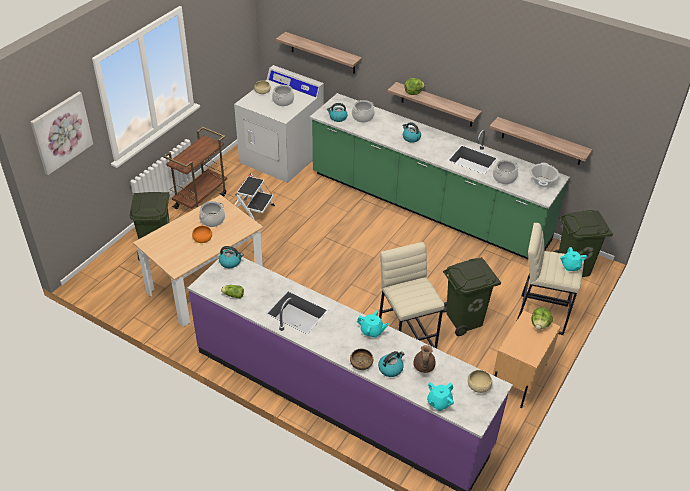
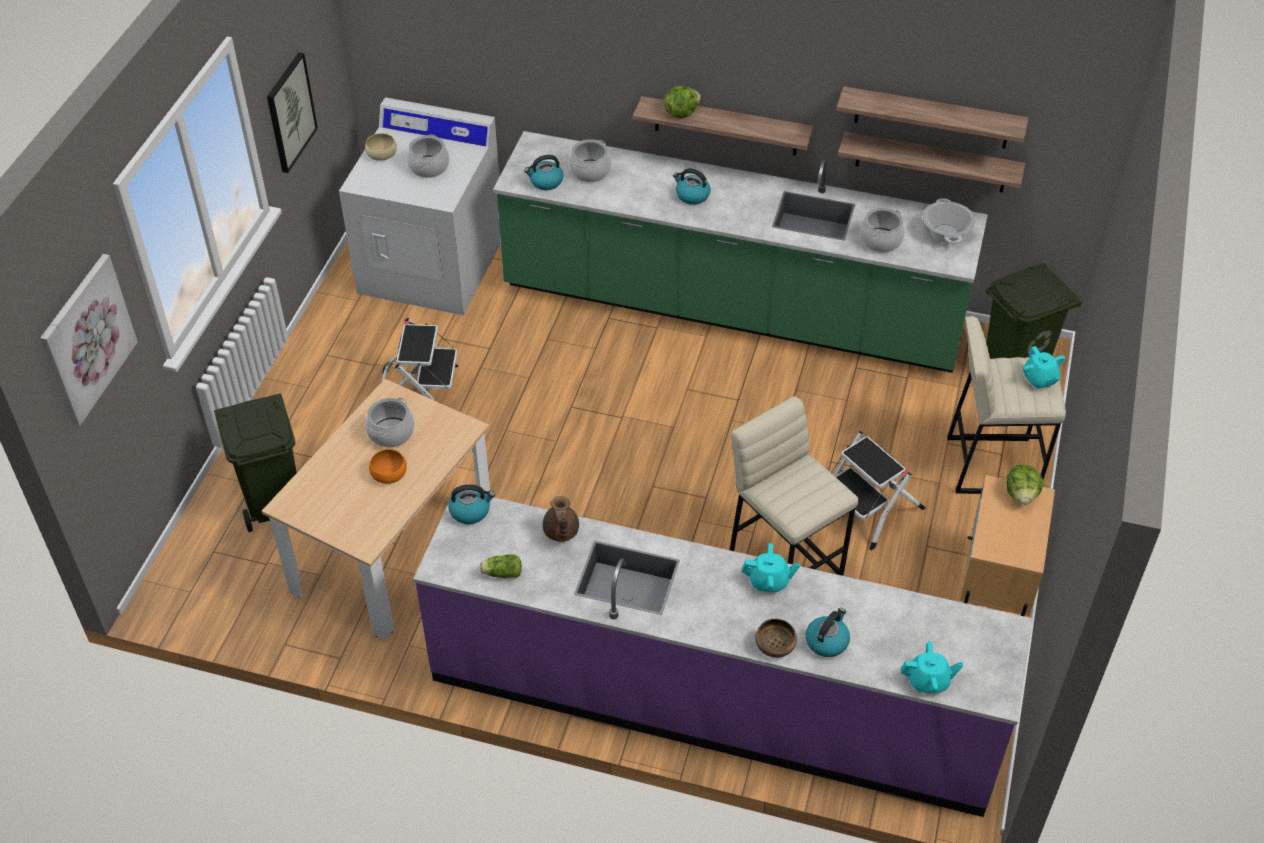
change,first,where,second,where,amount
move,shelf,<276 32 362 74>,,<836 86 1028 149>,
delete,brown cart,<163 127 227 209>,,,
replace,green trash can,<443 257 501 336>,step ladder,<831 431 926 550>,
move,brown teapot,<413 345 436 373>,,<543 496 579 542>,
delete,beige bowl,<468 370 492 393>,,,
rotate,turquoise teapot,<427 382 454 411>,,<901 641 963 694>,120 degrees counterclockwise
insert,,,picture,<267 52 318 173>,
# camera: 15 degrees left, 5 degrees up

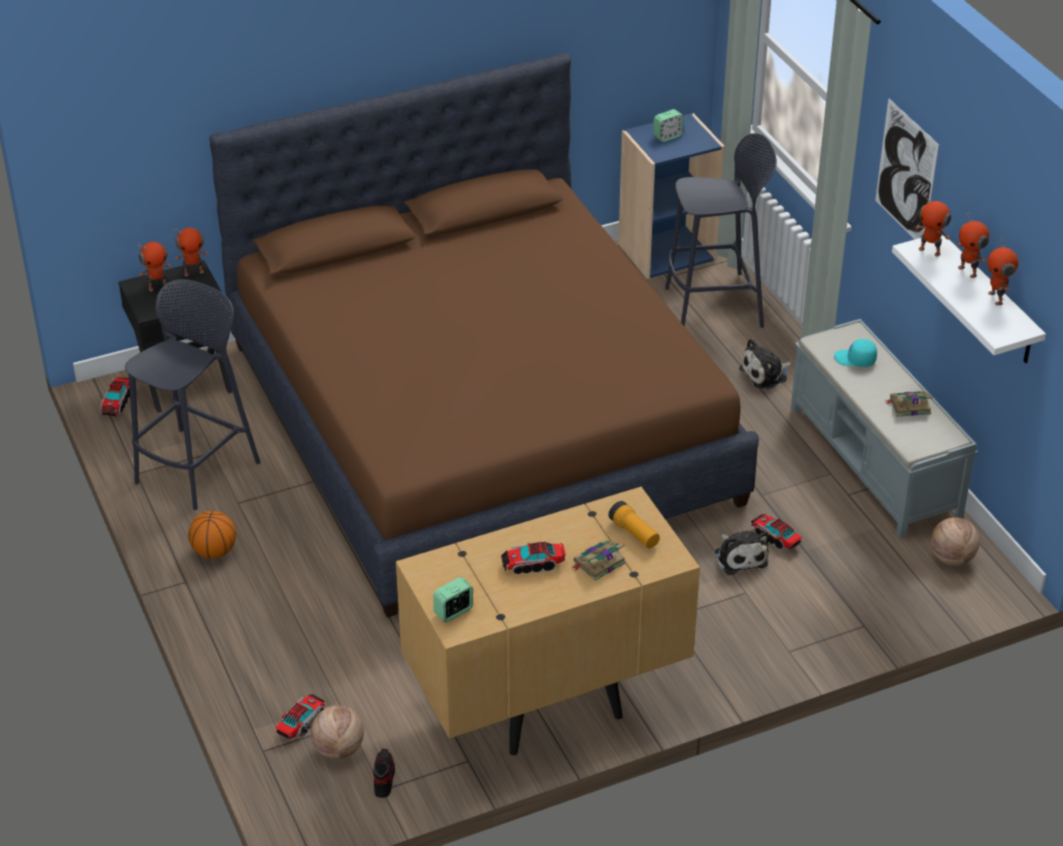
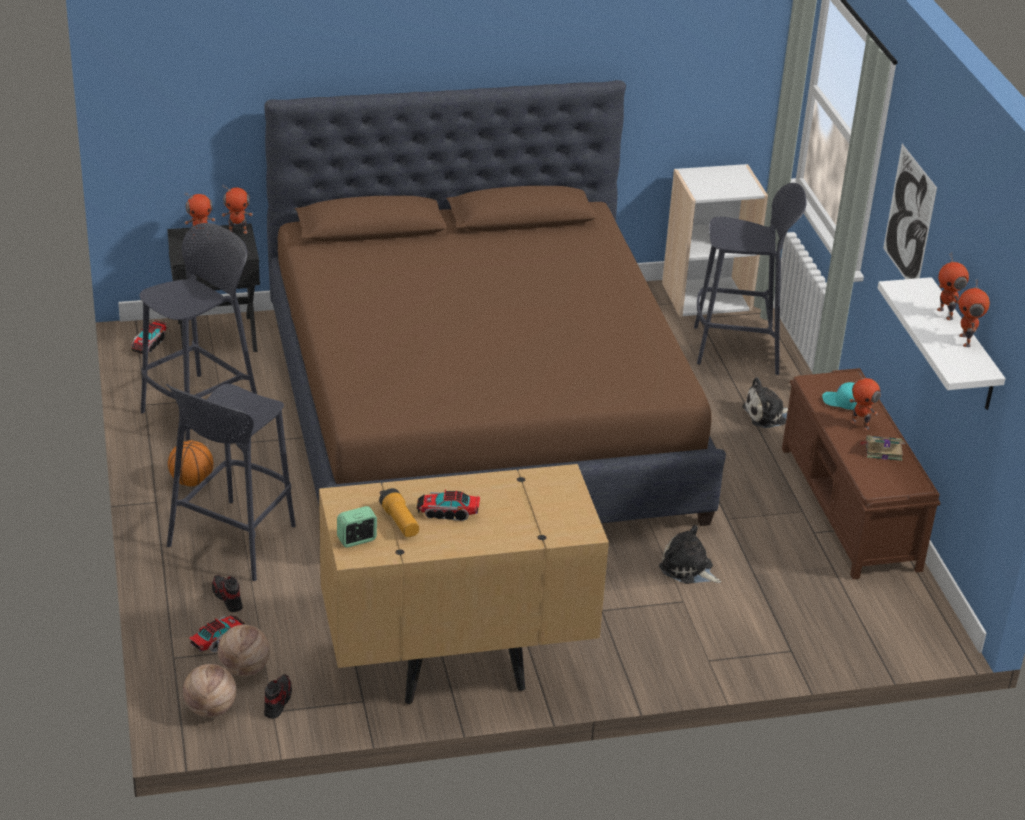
change,first,where,second,where,amount
delete,alarm clock,<653 109 684 142>,,,
recolor,blue bookcase,<618 113 725 279>,white bookcase,<662 164 768 317>,
move,toy robot,<916 193 951 257>,,<849 370 881 431>,
recolor,grey bench,<791 319 978 538>,brown bench,<782 368 940 579>,
move,flashlight,<609 501 660 548>,,<379 488 419 537>,
delete,toy truck,<751 514 802 550>,,,
move,basketball,<931 517 980 566>,,<183 664 237 717>,
rotate,plush toy,<715 531 769 575>,,<659 525 721 584>,135 degrees clockwise
delete,book,<572 539 626 581>,,,
insert,,,grey stool,<166 384 296 581>,
insert,,,shoe,<212 575 243 612>,
# camera: 10 degrees right, 5 degrees down

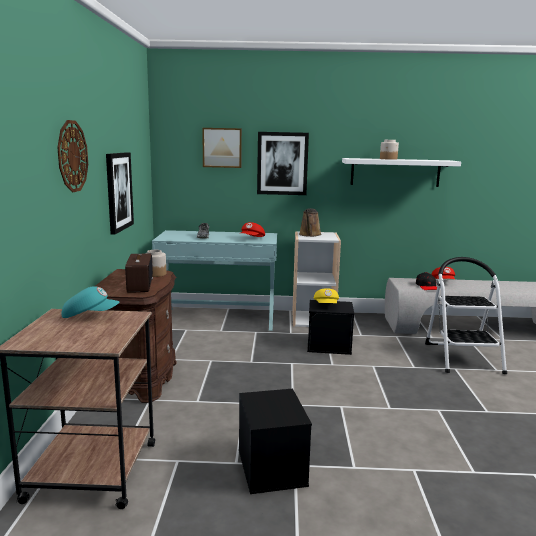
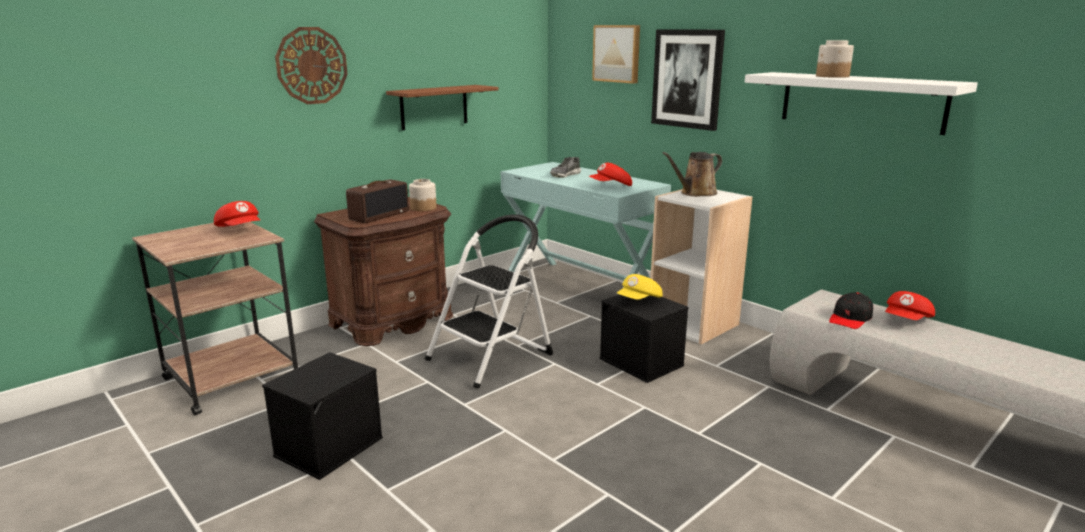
change,first,where,second,where,amount
replace,picture,<106 152 134 235>,shelf,<386 85 499 130>,
move,step ladder,<425 257 507 374>,,<425 214 553 388>,
recolor,turquoise cap,<62 286 119 318>,red cap,<214 201 261 227>,
# camera: 45 degrees right, 5 degrees up

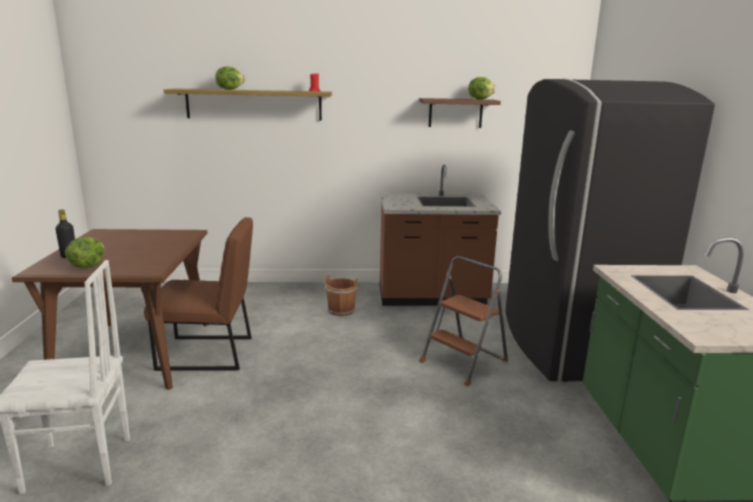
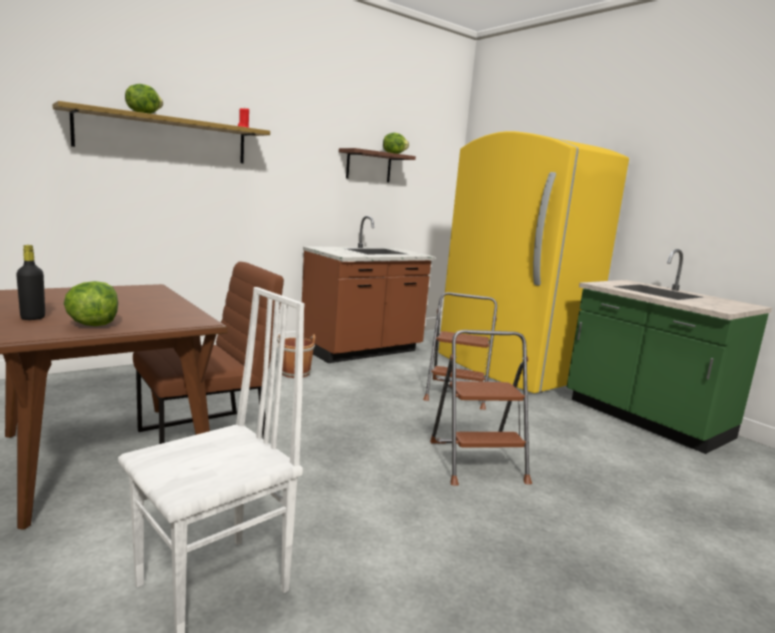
change,first,where,second,where,amount
recolor,black fridge,<505 79 715 382>,yellow fridge,<438 131 629 393>,
insert,,,brown step ladder,<430 330 532 486>,
# camera: 35 degrees left, 5 degrees down

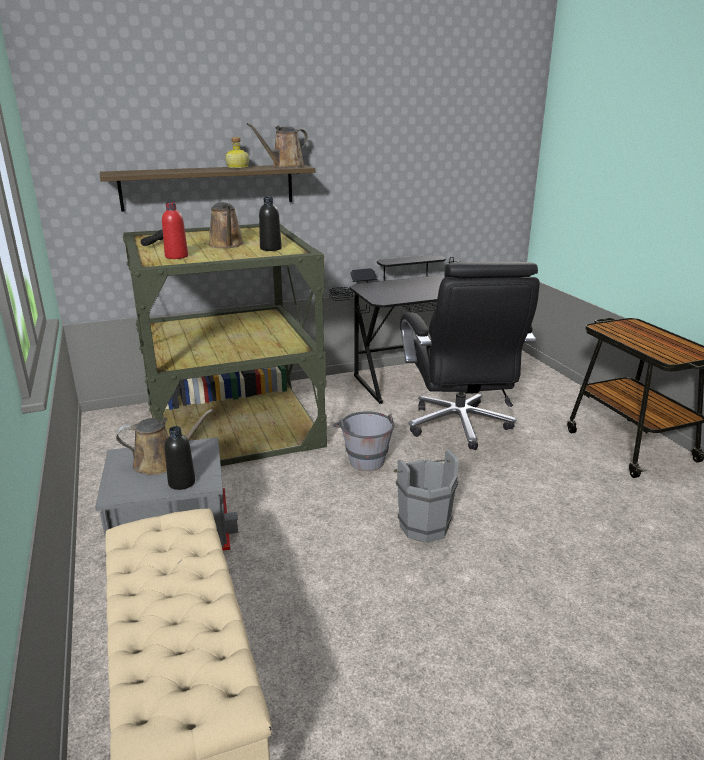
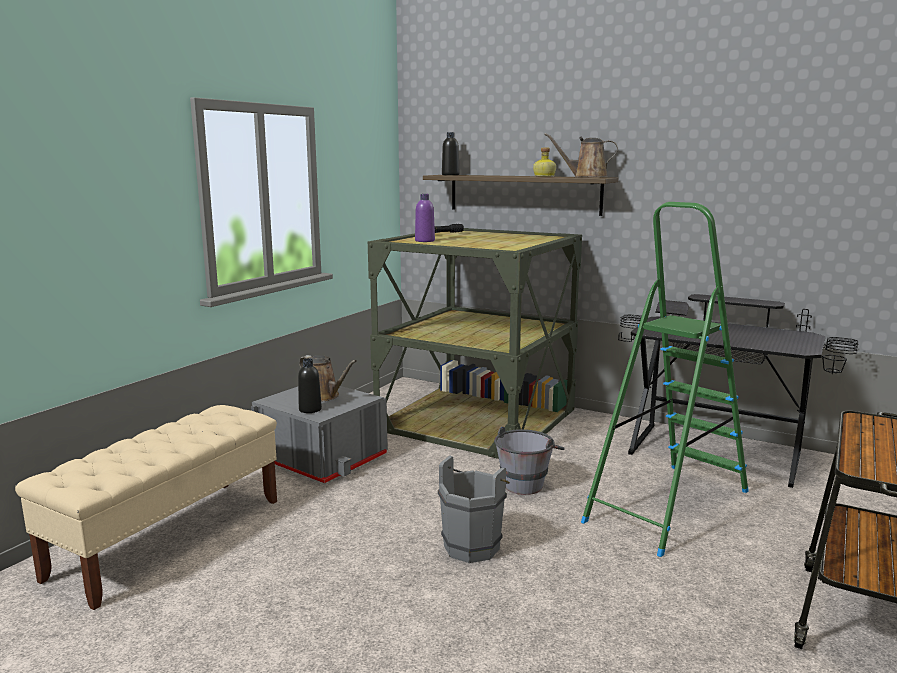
change,first,where,second,where,amount
move,black bottle,<259 197 282 251>,,<442 132 459 175>,
recolor,red bottle,<162 202 188 259>,purple bottle,<415 194 435 242>,
delete,brown watering can,<208 202 244 248>,,,
replace,black office chair,<400 262 540 450>,green step ladder,<581 202 749 557>,
# camera: 50 degrees right, 10 degrees down

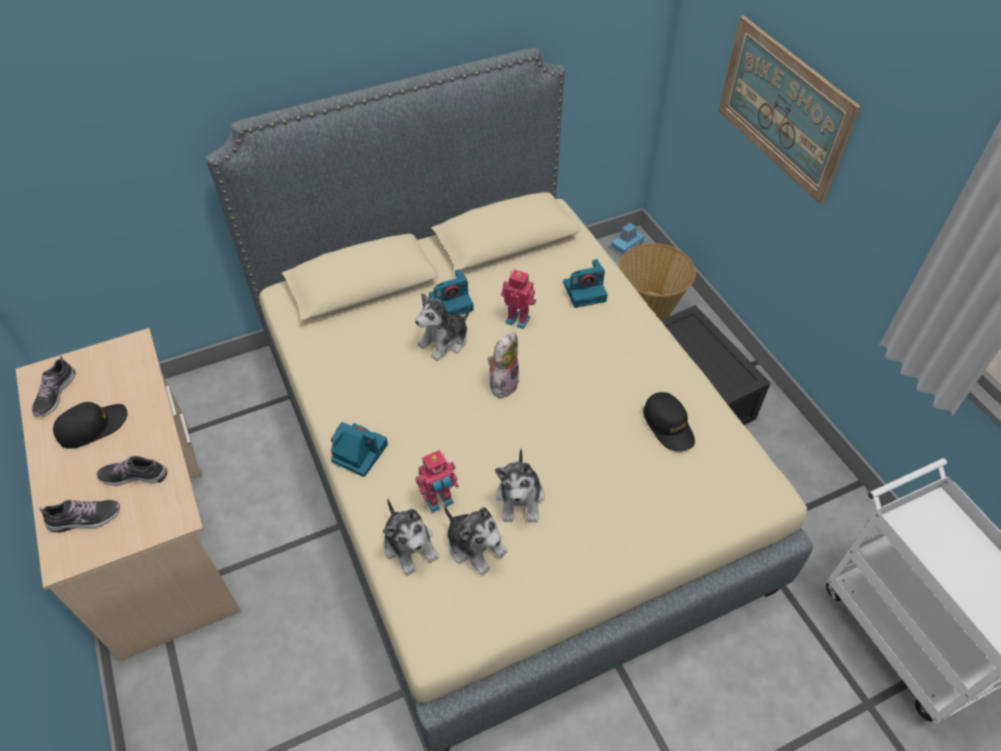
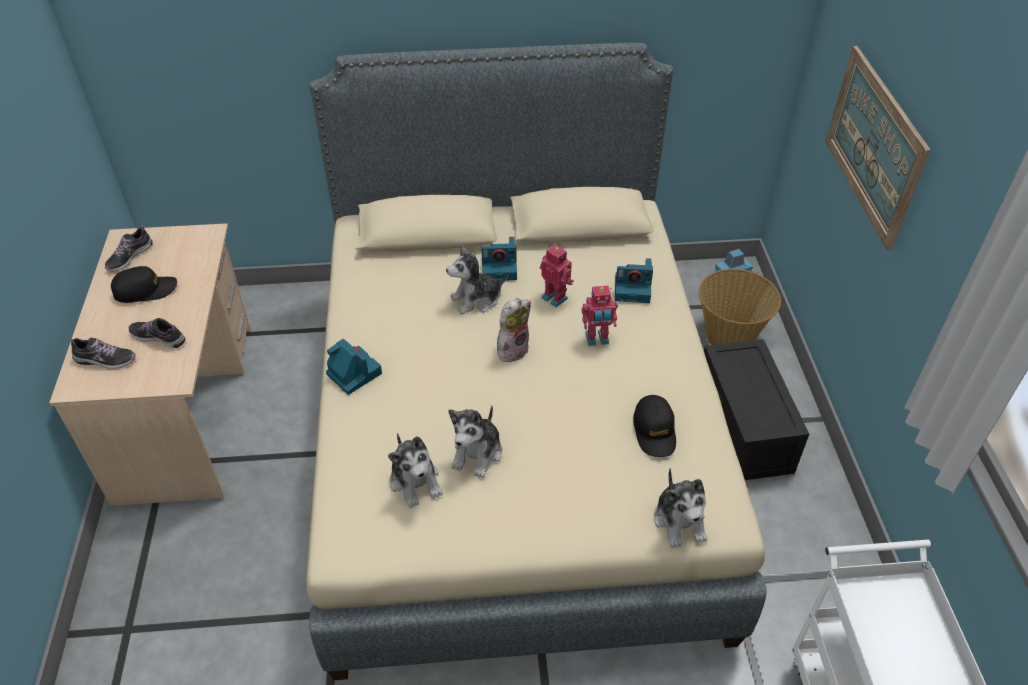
change,first,where,second,where,amount
move,toy robot,<415 450 459 513>,,<582 285 618 346>,
move,plush toy,<383 499 439 576>,,<654 468 707 548>,
# camera: 20 degrees right, 5 degrees down

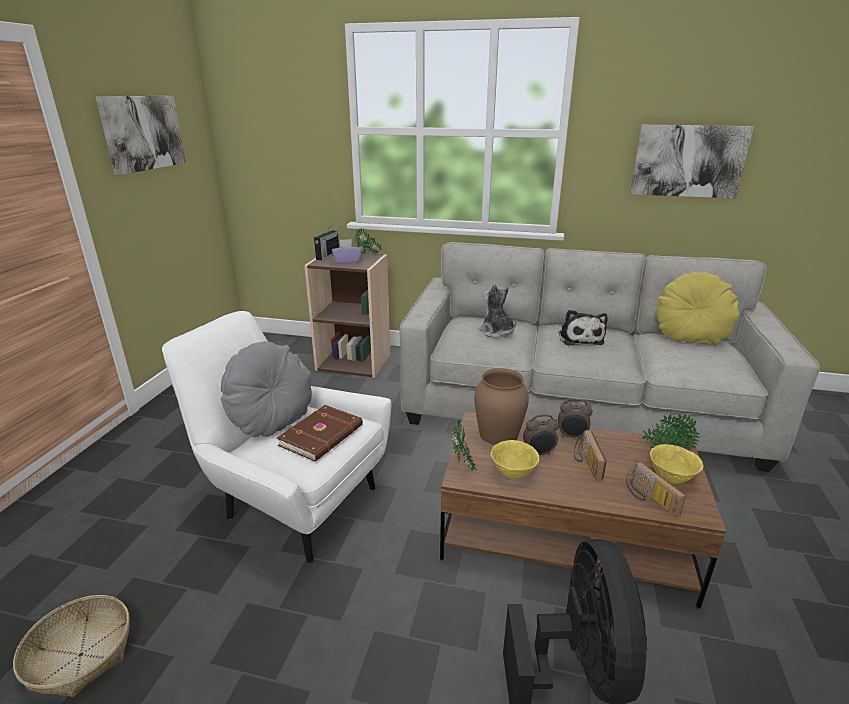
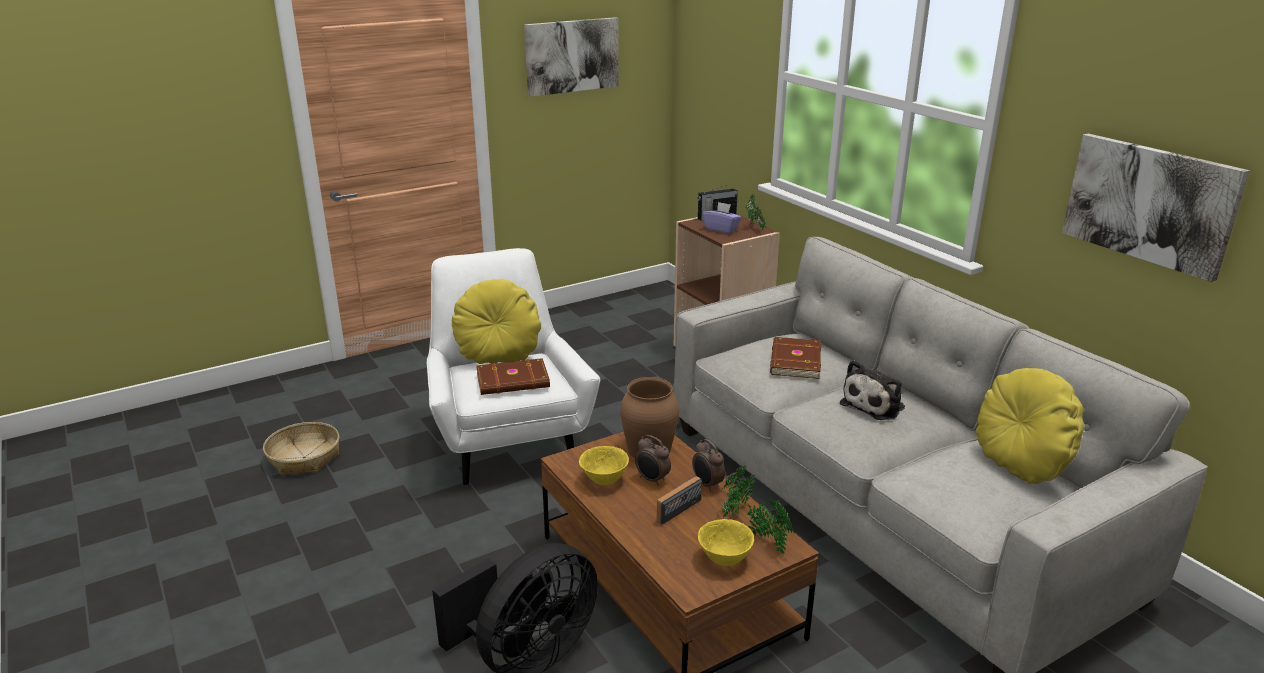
change,first,where,second,where,amount
replace,plush toy,<478 284 516 338>,brown book,<770 337 821 379>,
recolor,grey pillow,<221 341 312 437>,yellow pillow,<452 279 541 364>,
move,potted plant,<451 420 477 471>,,<722 465 755 520>,
delete,radio,<626 462 686 518>,,,
# camera: 45 degrees right, 0 degrees up

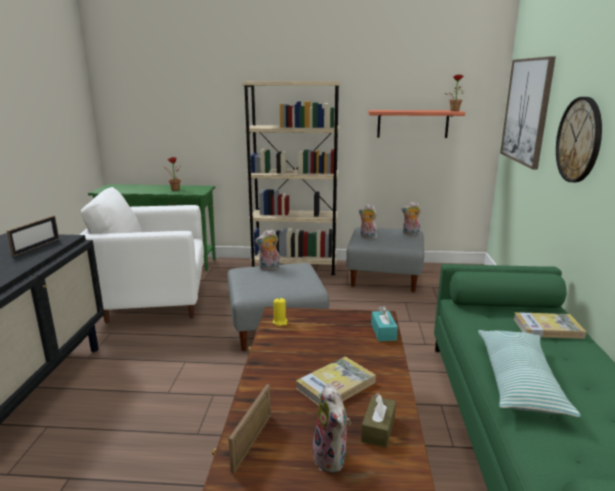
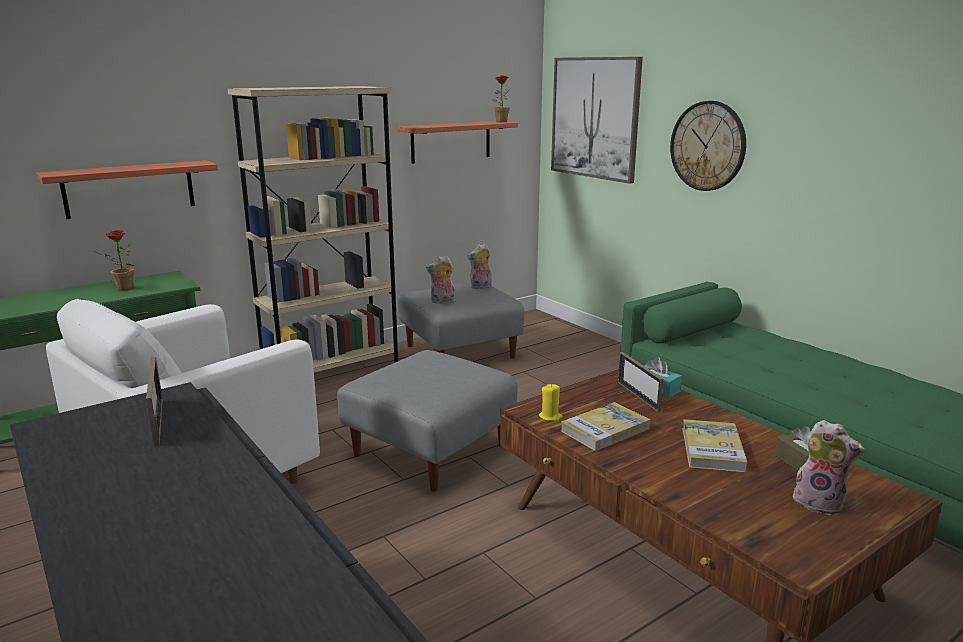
change,first,where,second,where,amount
delete,plush toy,<255 229 280 271>,,,
move,book,<514 312 586 339>,,<561 402 650 451>,
delete,pillow,<478 330 581 417>,,,
move,picture frame,<228 384 271 474>,,<618 352 664 412>,
insert,,,shelf,<36 160 218 219>,
# camera: 40 degrees left, 0 degrees up

